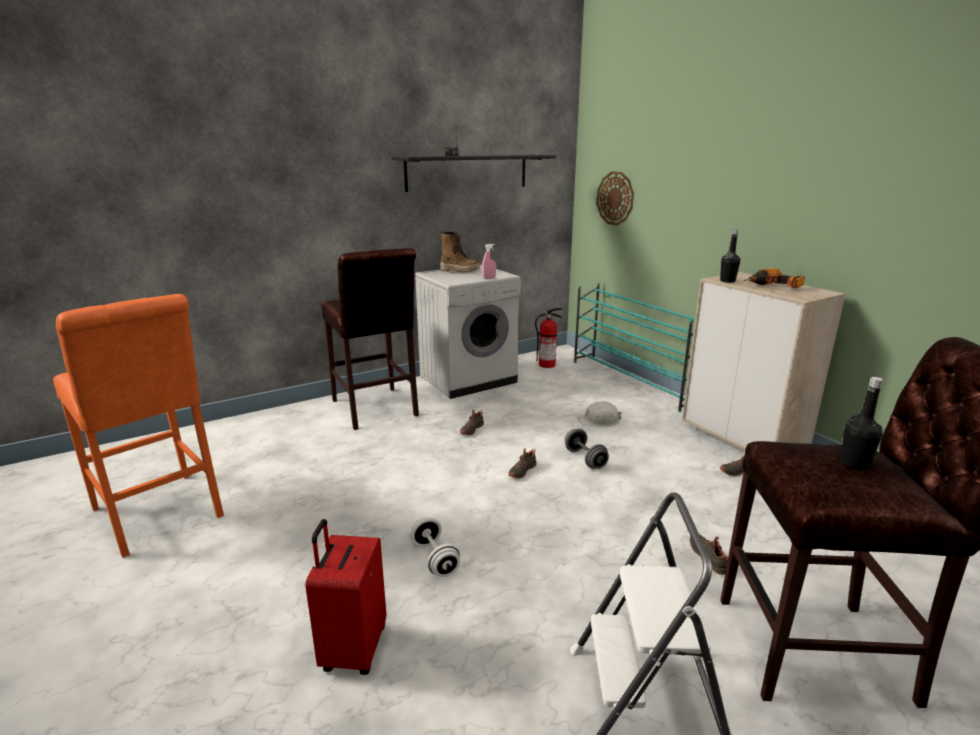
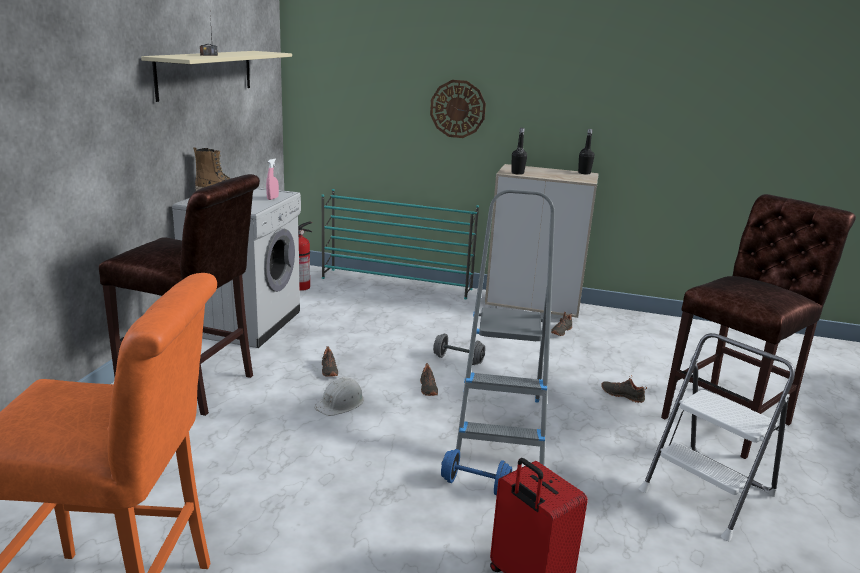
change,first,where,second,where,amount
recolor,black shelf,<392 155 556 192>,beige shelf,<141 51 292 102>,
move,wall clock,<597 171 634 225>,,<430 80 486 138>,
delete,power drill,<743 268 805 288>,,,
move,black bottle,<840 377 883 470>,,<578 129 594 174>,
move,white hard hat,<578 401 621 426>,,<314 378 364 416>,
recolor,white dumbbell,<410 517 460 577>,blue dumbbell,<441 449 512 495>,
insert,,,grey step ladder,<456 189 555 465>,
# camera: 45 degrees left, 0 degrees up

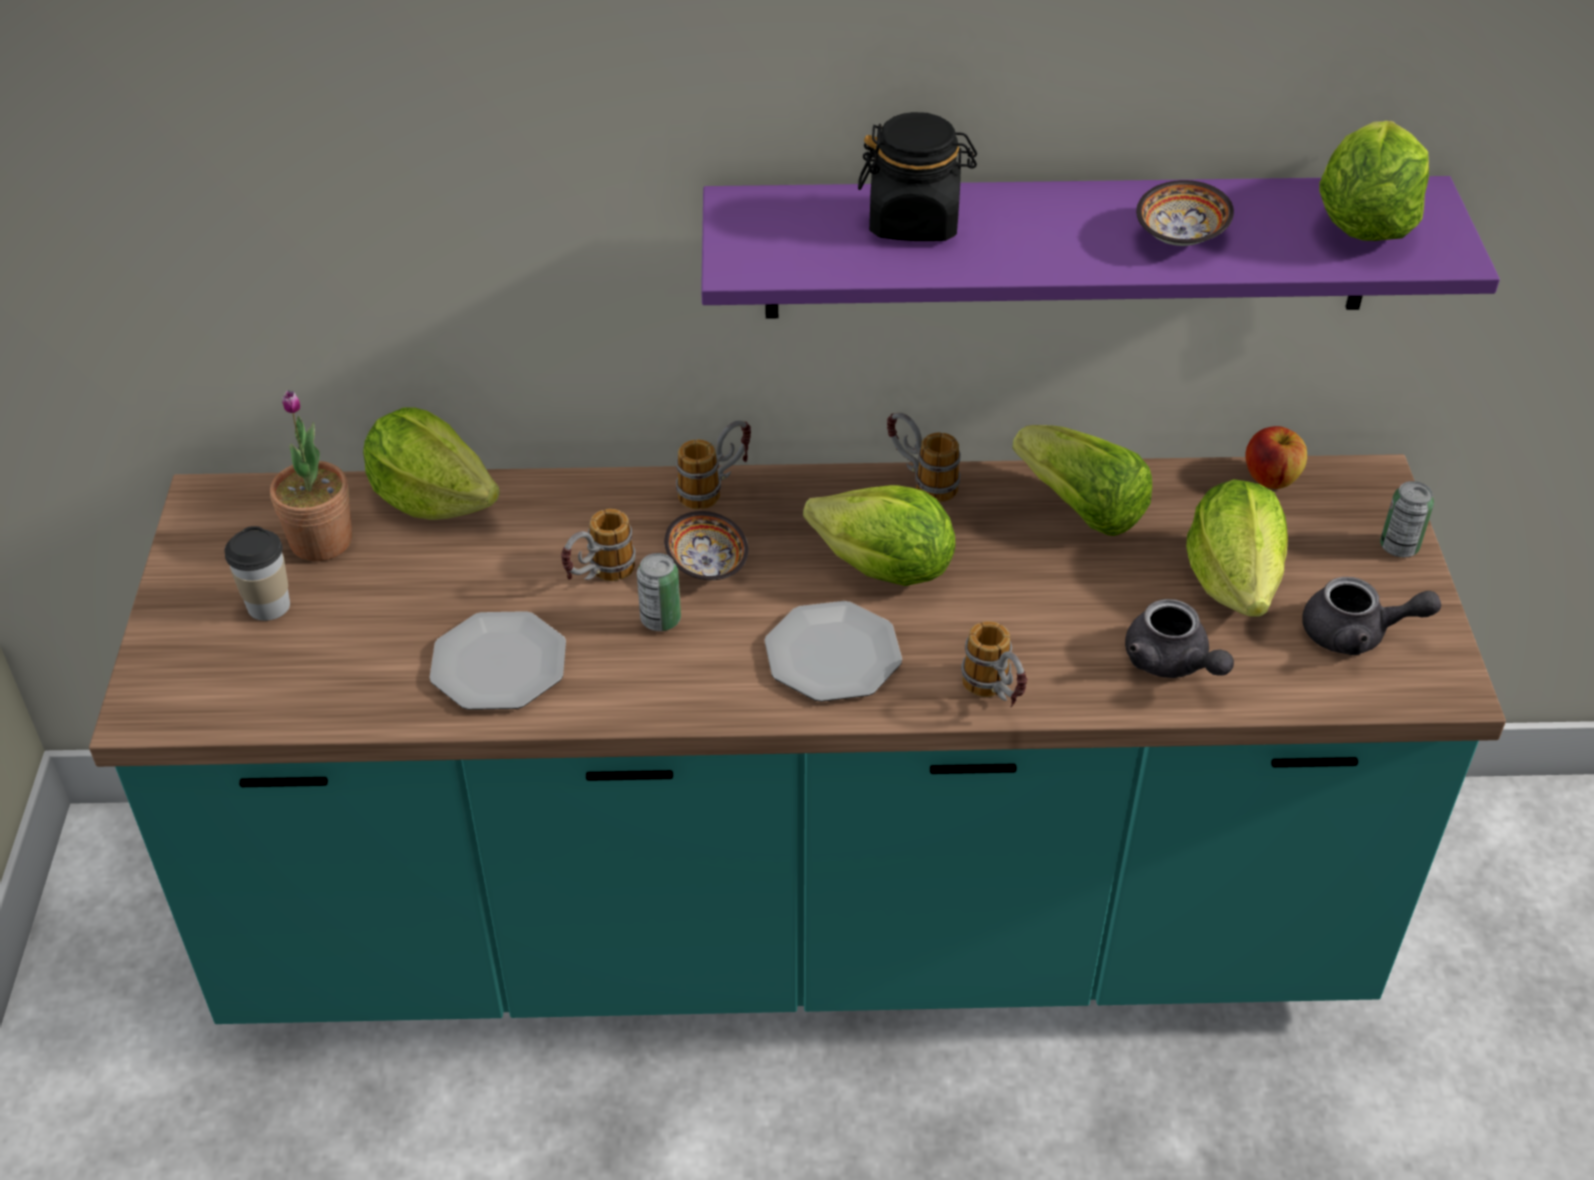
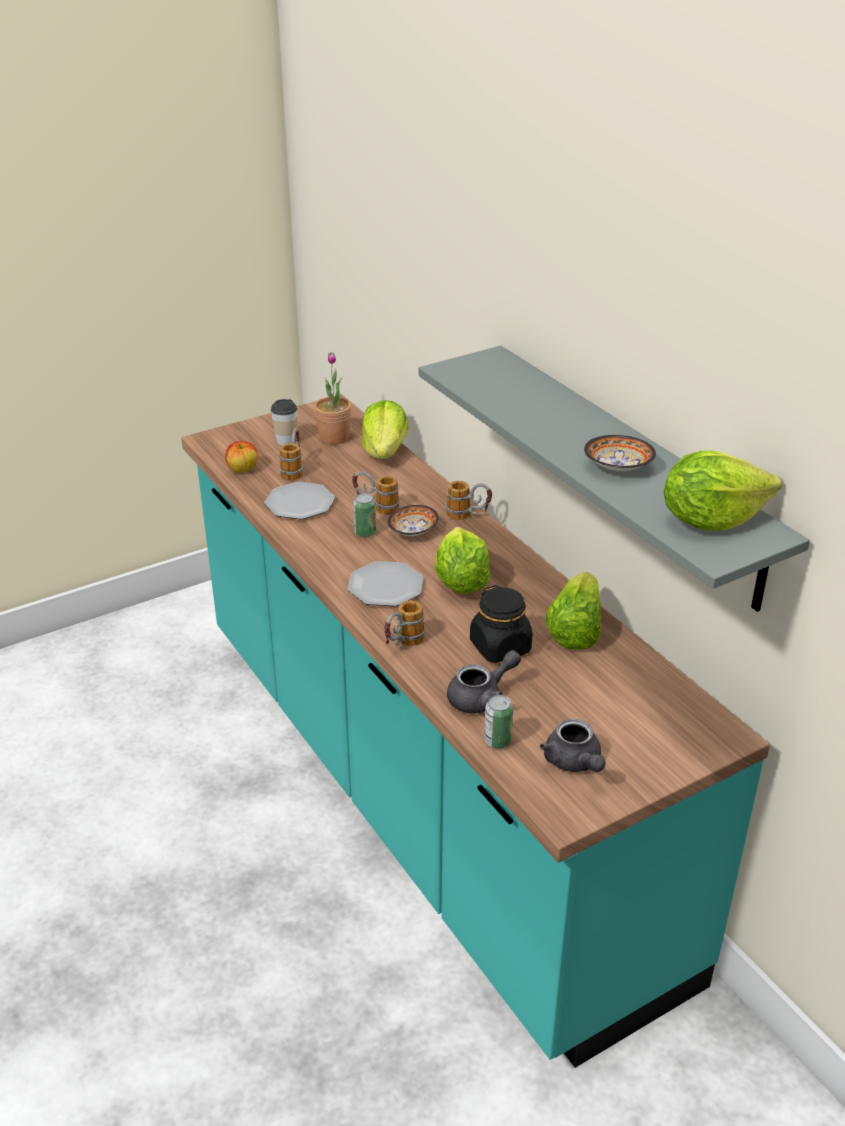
change,first,where,second,where,amount
move,black jar,<858 112 977 241>,,<470 585 533 663>,
recolor,purple shelf,<701 176 1500 319>,grey shelf,<419 346 810 612>,
move,mug,<887 413 961 502>,,<279 428 303 481>,
move,apple,<1245 426 1307 489>,,<225 441 258 473>,
delete,lettuce,<1186 479 1288 617>,,,
move,can,<1380 481 1434 557>,,<484 695 513 749>,
rotate,grey teapot,<1125 599 1234 678>,,<447 650 521 714>,150 degrees counterclockwise
# camera: 60 degrees right, 10 degrees down

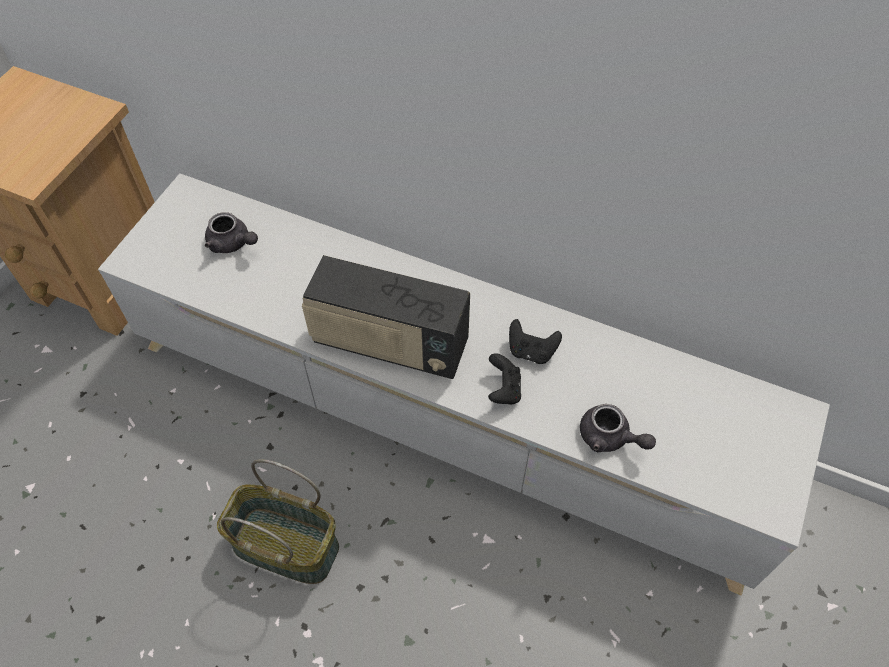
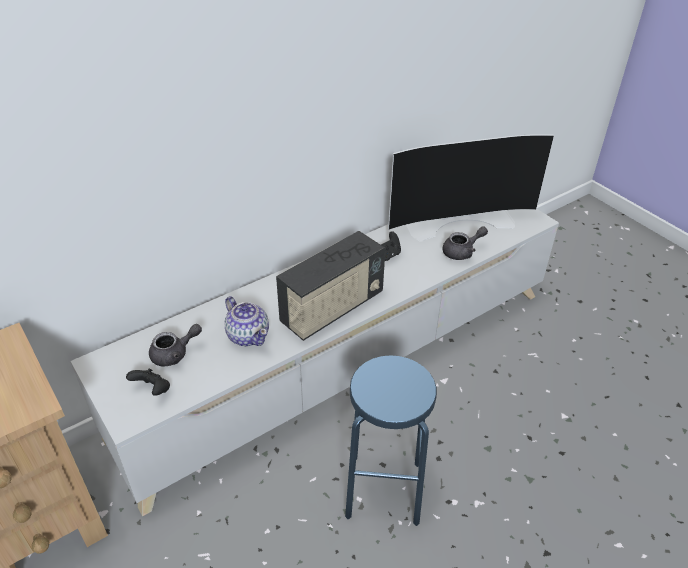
change,first,where,second,where,amount
move,black game controller,<488 353 521 405>,,<126 369 170 396>,
replace,basket,<217 459 339 584>,blue stool,<345 355 437 526>,
insert,,,television,<388 134 555 242>,
insert,,,teapot,<225 296 269 346>,
# camera: 60 degrees left, 15 degrees down

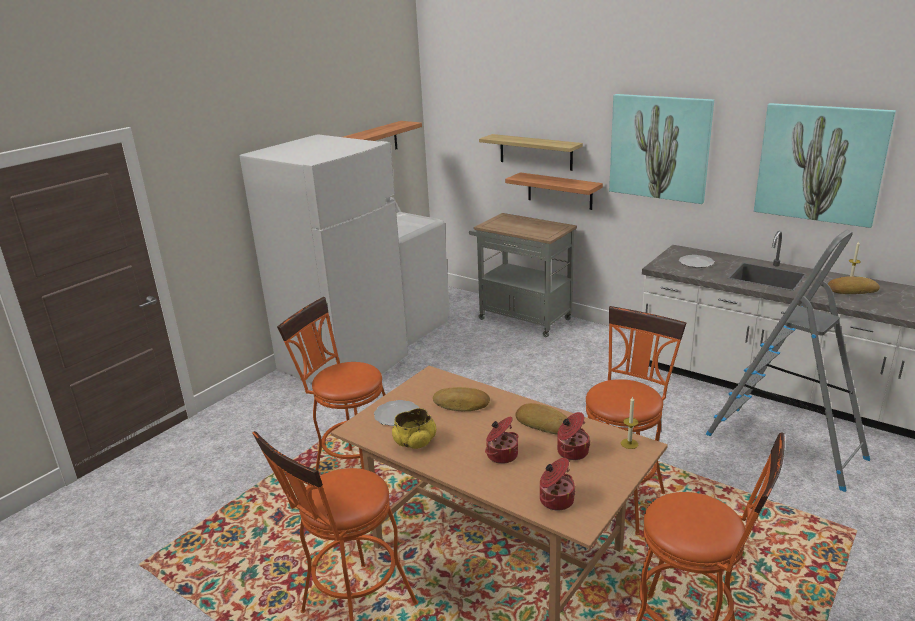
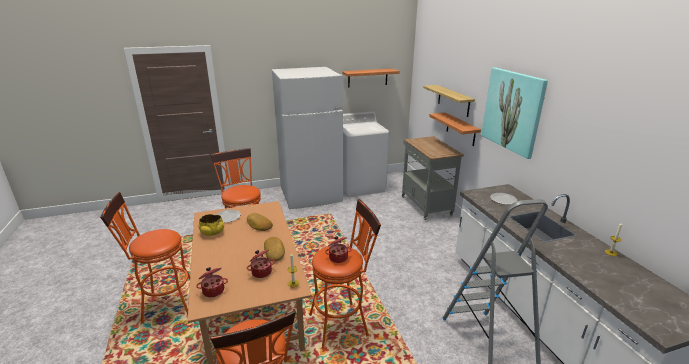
change,first,where,second,where,amount
delete,picture,<754 103 896 228>,,,
delete,bread,<828 277 880 294>,,,
move,cooking pot,<485 417 518 464>,,<325 236 352 263>,
# camera: 35 degrees right, 0 degrees up

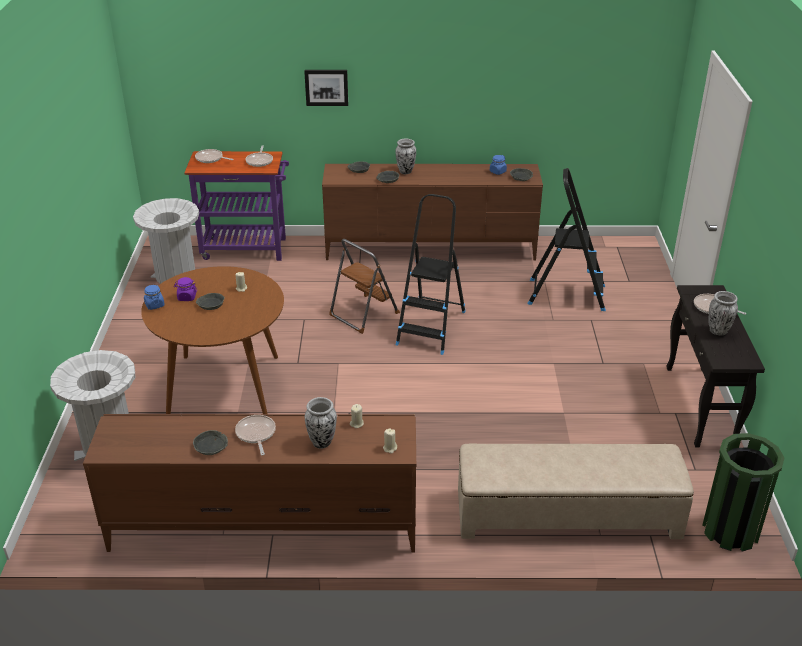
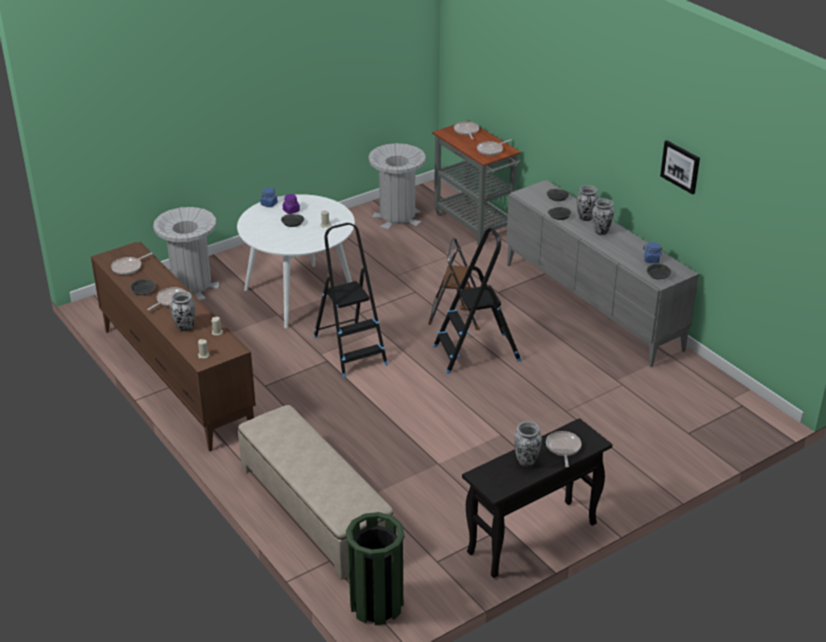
change,first,where,second,where,amount
move,picture,<304 70 348 106>,,<660 140 700 195>,
recolor,purple cart,<184 151 289 261>,grey cart,<432 120 520 245>,
recolor,brown cabinet,<322 164 543 261>,grey cabinet,<506 180 699 367>,
move,black step ladder,<527 168 606 311>,,<314 223 388 378>,
recolor,brown dining table,<141 266 284 414>,white dining table,<237 194 355 328>,
insert,,,vase,<592 198 614 235>,
insert,,,frying pan,<111 253 153 275>,
# camera: 55 degrees right, 0 degrees up

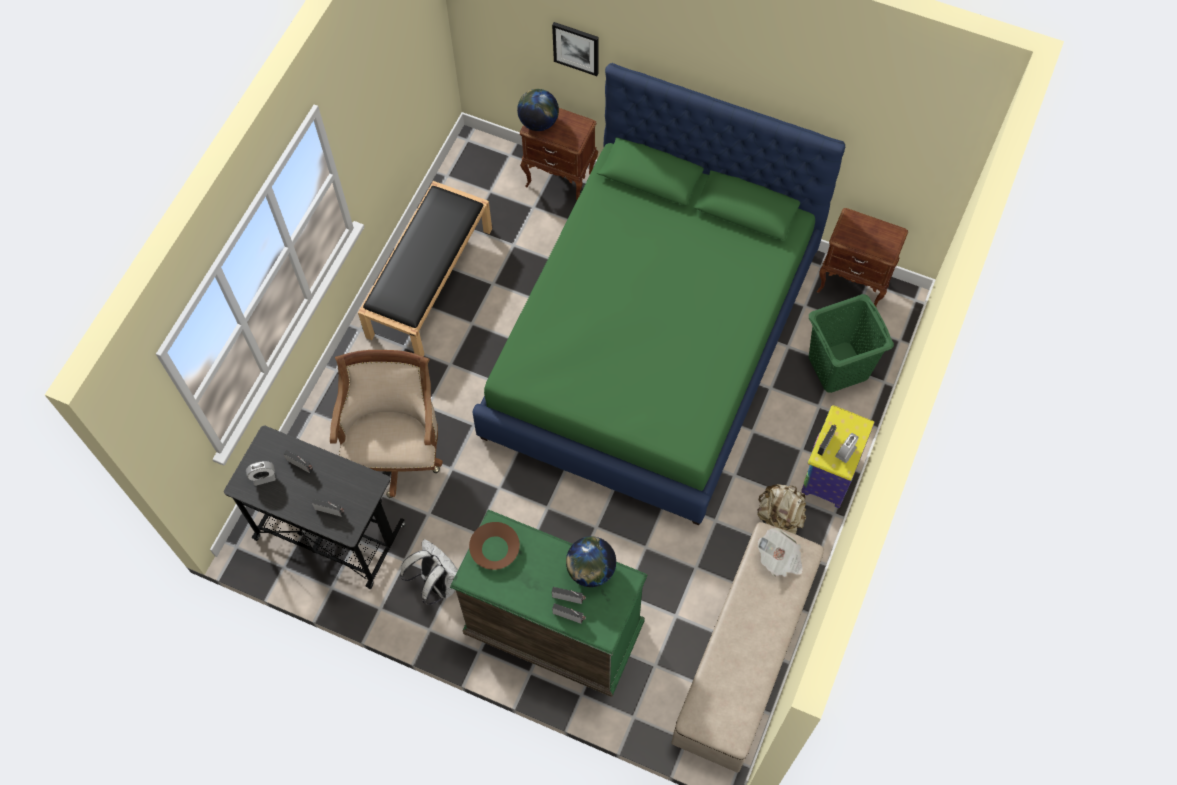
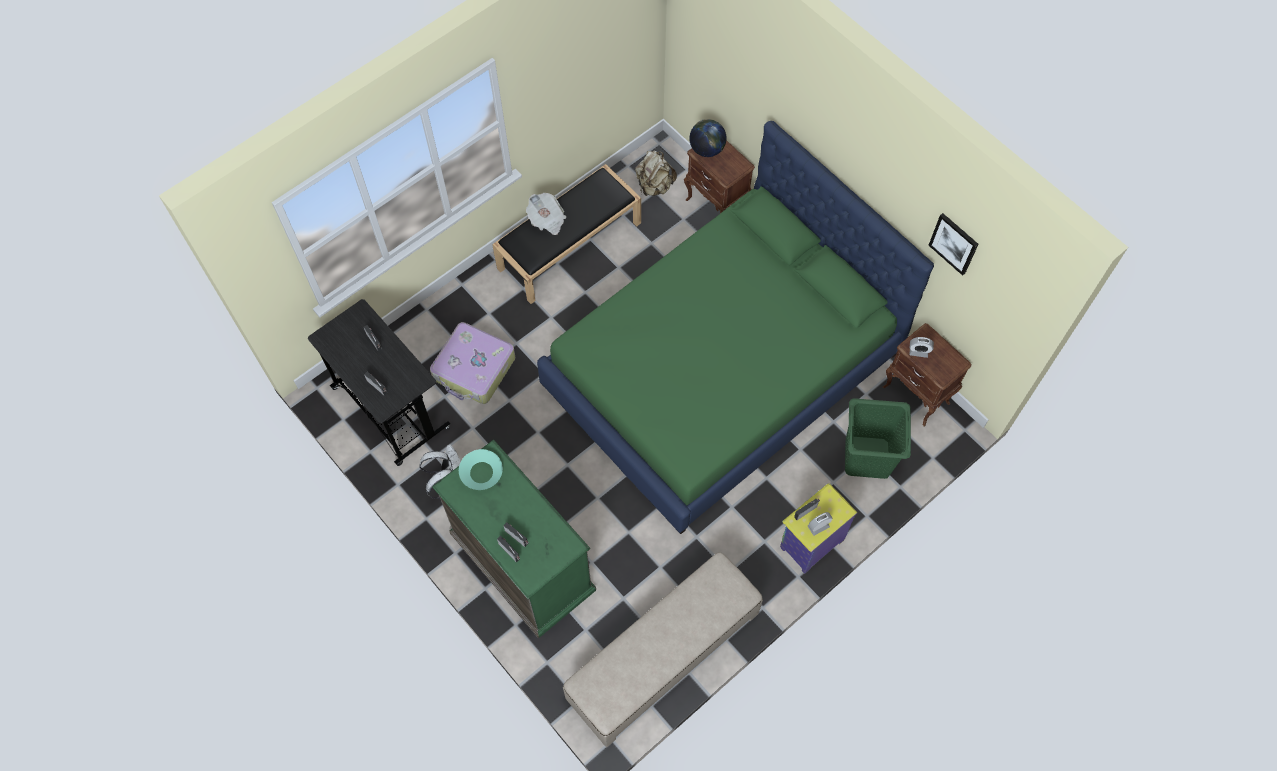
change,first,where,second,where,amount
move,picture,<552 22 599 76>,,<928 213 978 276>,
replace,office chair,<330 350 443 498>,suitcase,<430 322 515 404>,
move,alarm clock,<246 461 276 486>,,<909 337 934 358>,
move,beige backpack,<757 484 806 534>,,<635 150 677 196>,
recolor,brown bowl,<469 522 520 570>,turquoise bowl,<459 449 503 490>,
move,newspaper,<758 528 803 577>,,<526 193 567 235>,
delete,globe,<566 536 616 587>,,,
# camera: 25 degrees right, 0 degrees up

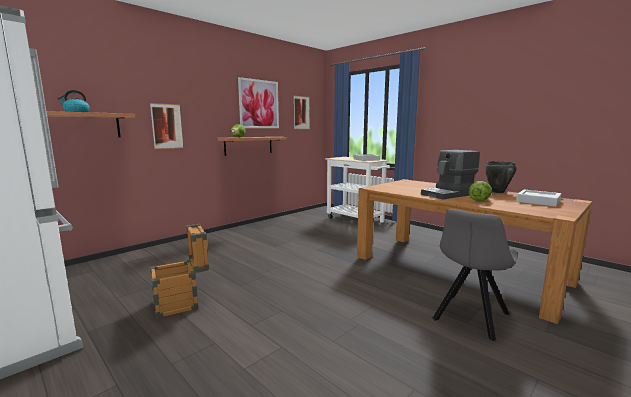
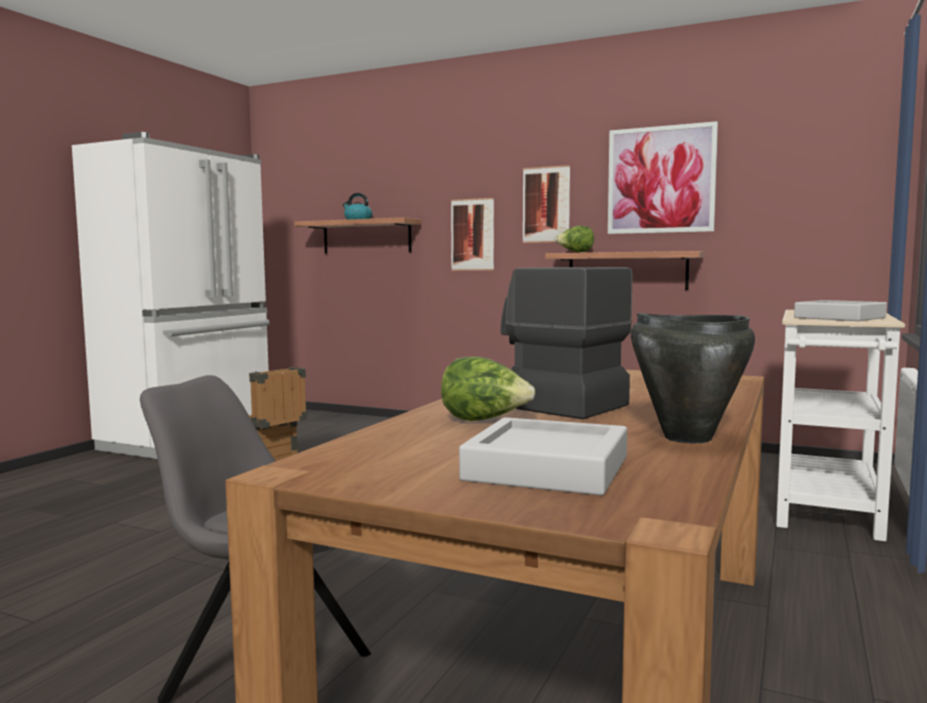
change,first,where,second,where,amount
move,picture,<294 96 310 129>,,<523 165 570 243>,
# camera: 70 degrees right, 5 degrees down

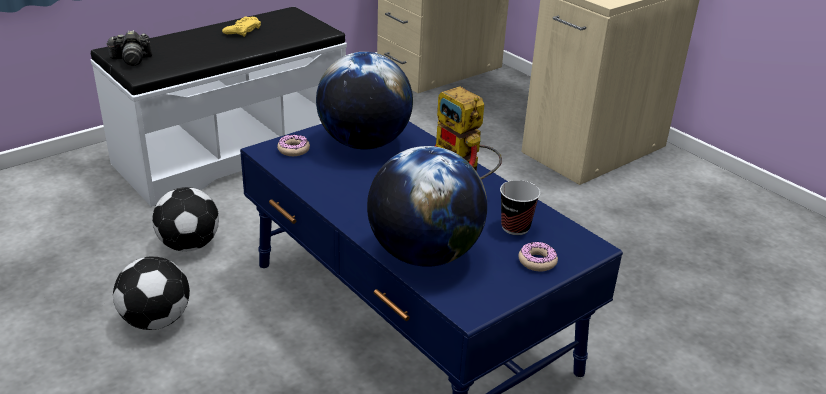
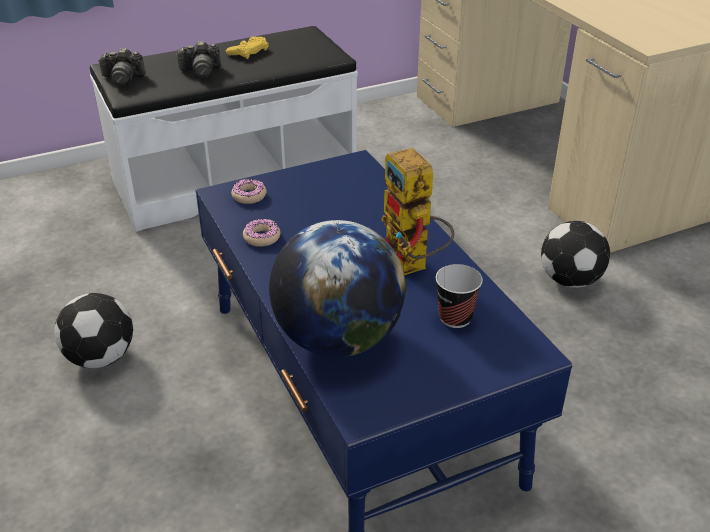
change,first,where,second,where,amount
delete,globe,<316 52 413 149>,,,
move,football,<152 187 219 251>,,<541 221 610 288>,
move,donut,<518 241 558 272>,,<243 219 280 247>,
insert,,,photo camera,<176 41 221 78>,
# camera: 15 degrees right, 5 degrees up

